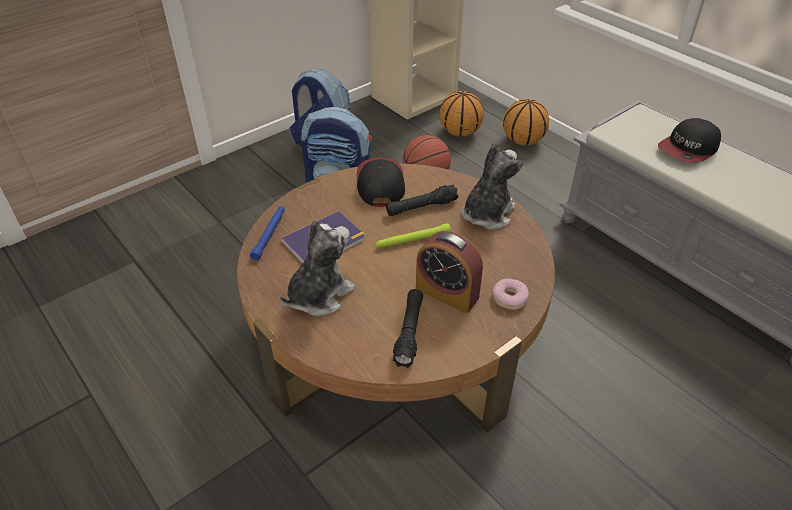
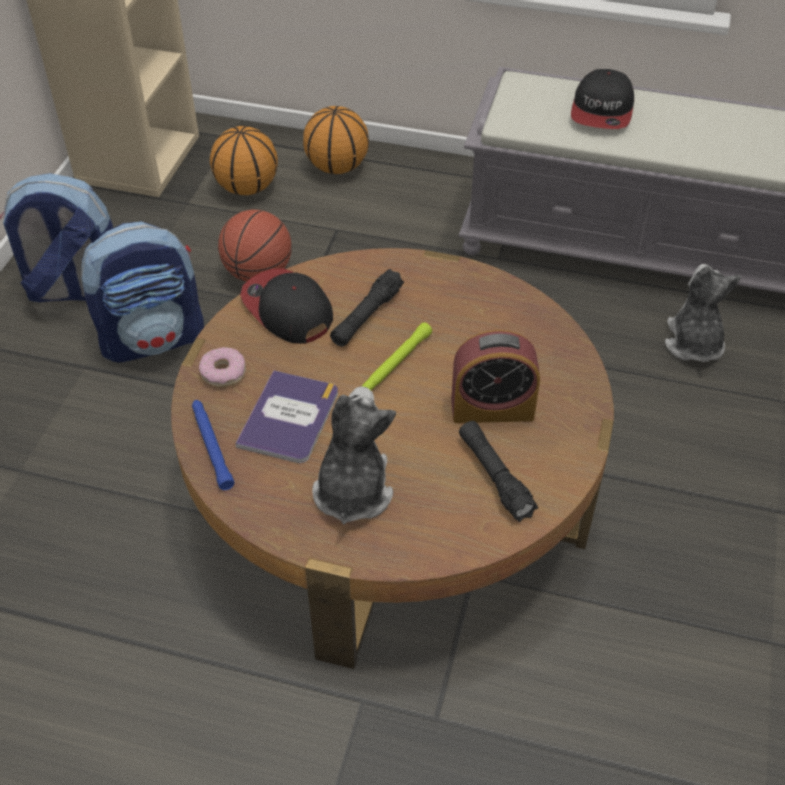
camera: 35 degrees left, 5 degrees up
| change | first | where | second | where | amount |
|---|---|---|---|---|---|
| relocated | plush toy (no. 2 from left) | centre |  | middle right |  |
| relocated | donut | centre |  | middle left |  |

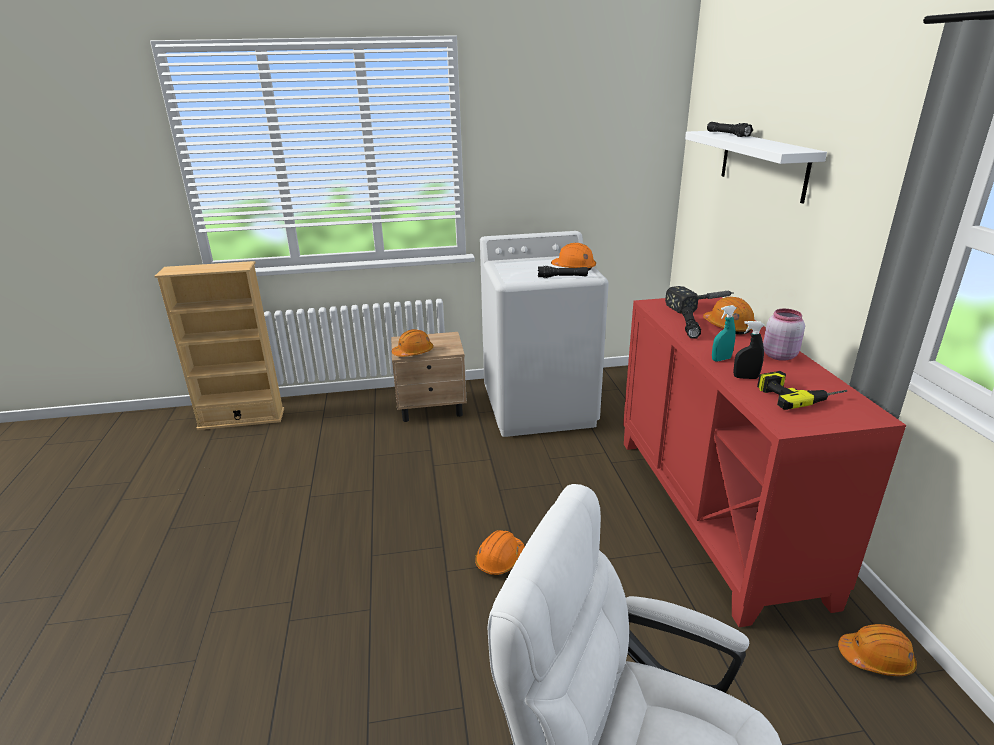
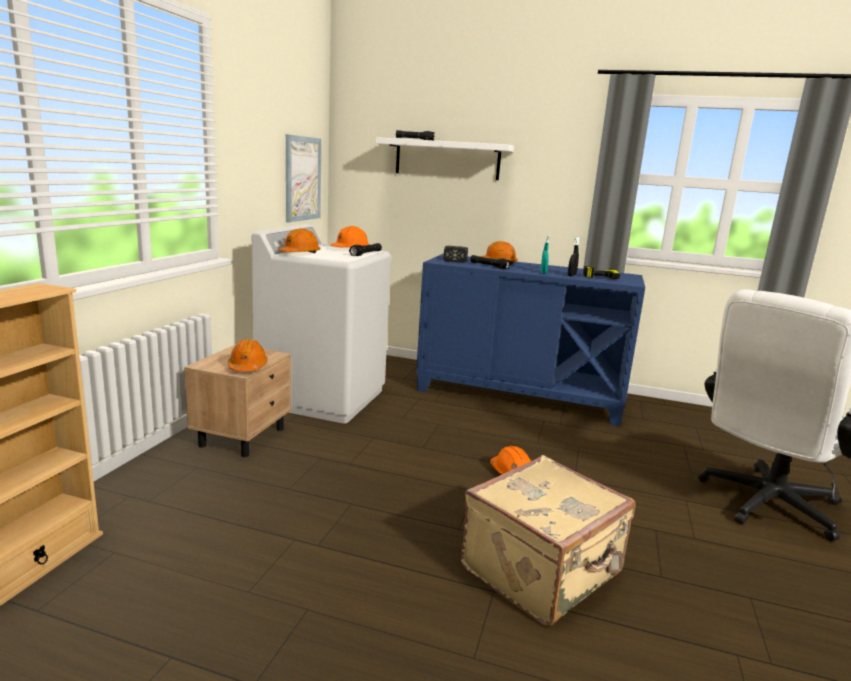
camera: 65 degrees left, 10 degrees down
| change | first | where | second | where | amount |
|---|---|---|---|---|---|
| colour | cabinet/red | middle right | cabinet/blue | centre |  |
| missing | jar/pink | middle right |  |  |  |
| relocated | hard hat/orange (no. 5 from left in the first image) | bottom right | hard hat/orange (no. 2 from left) | centre |  |
| appeared |  |  | picture | top centre |  |
| appeared |  |  | suitcase/beige | bottom centre |  |

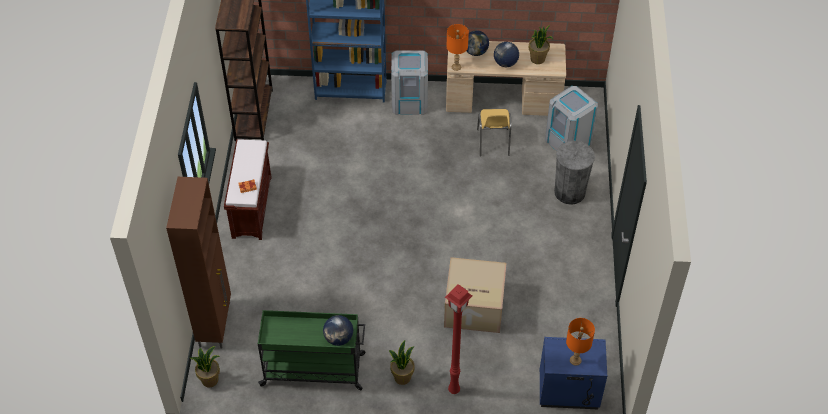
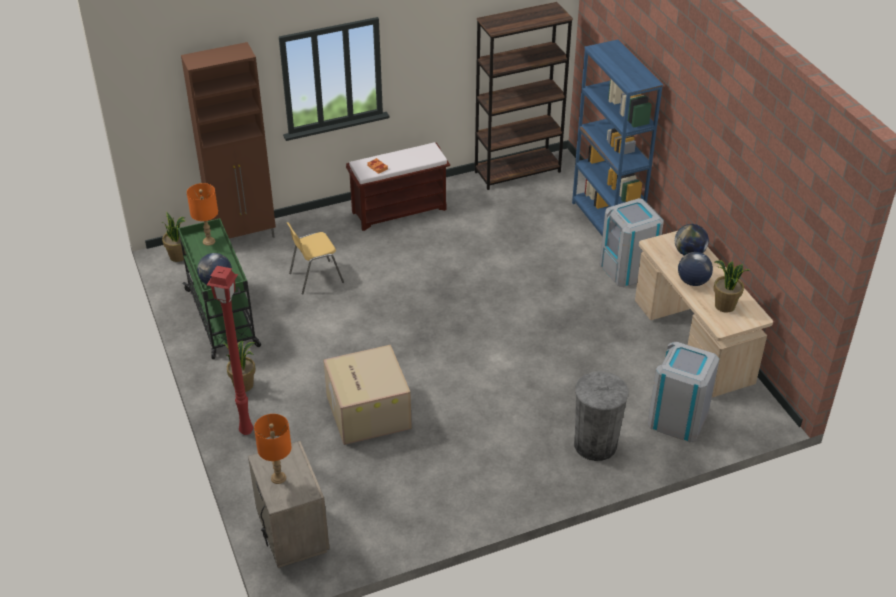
camera: 65 degrees right, 10 degrees down
| change | first | where | second | where | amount |
|---|---|---|---|---|---|
| relocated | table lamp/orange (no. 1 from left) | top centre |  | middle left |  |
| relocated | chair/yellow | top centre |  | centre |  |
| colour | nightstand/blue | bottom right | nightstand/beige | bottom left |  |

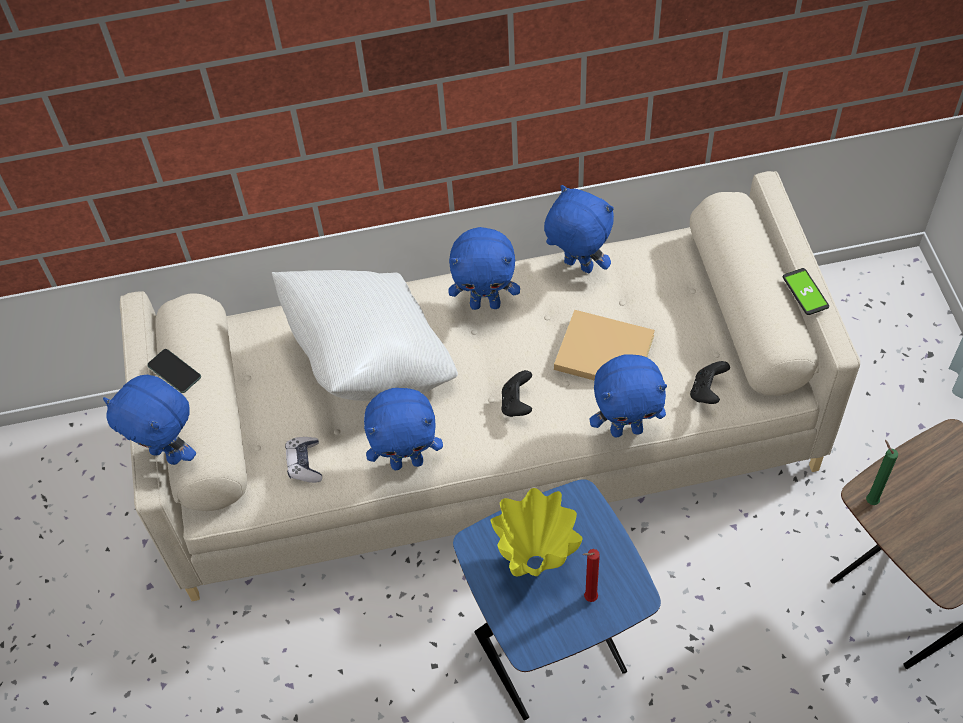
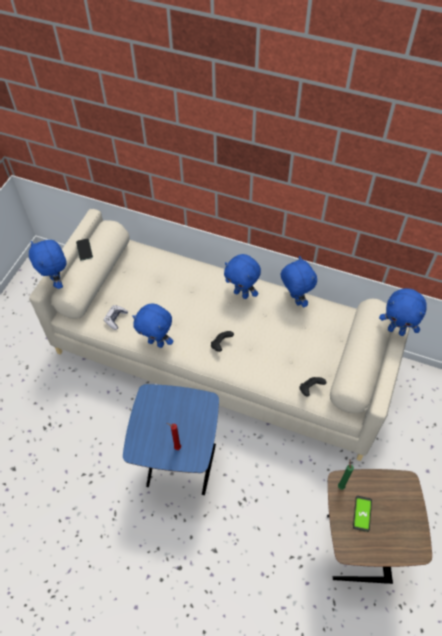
camera: 30 degrees right, 0 degrees up
| change | first | where | second | where | amount |
|---|---|---|---|---|---|
| relocated | phone (no. 2 from left) | middle right |  | bottom right |  |
| missing | pillow/white | centre |  |  |  |
| missing | book/beige | centre |  |  |  |
| relocated | plush toy/blue (no. 5 from left) | centre |  | middle right |  |
| missing | vase/yellow | bottom centre |  |  |  |

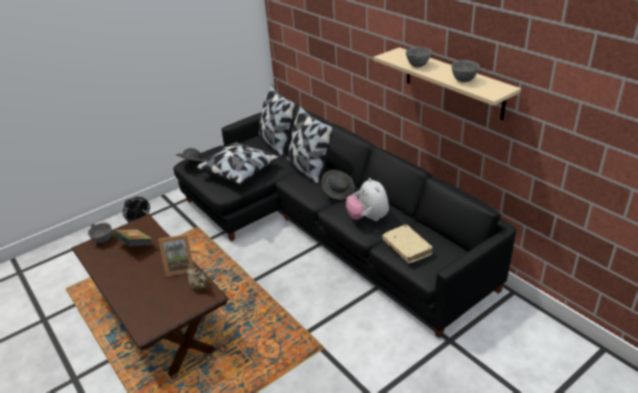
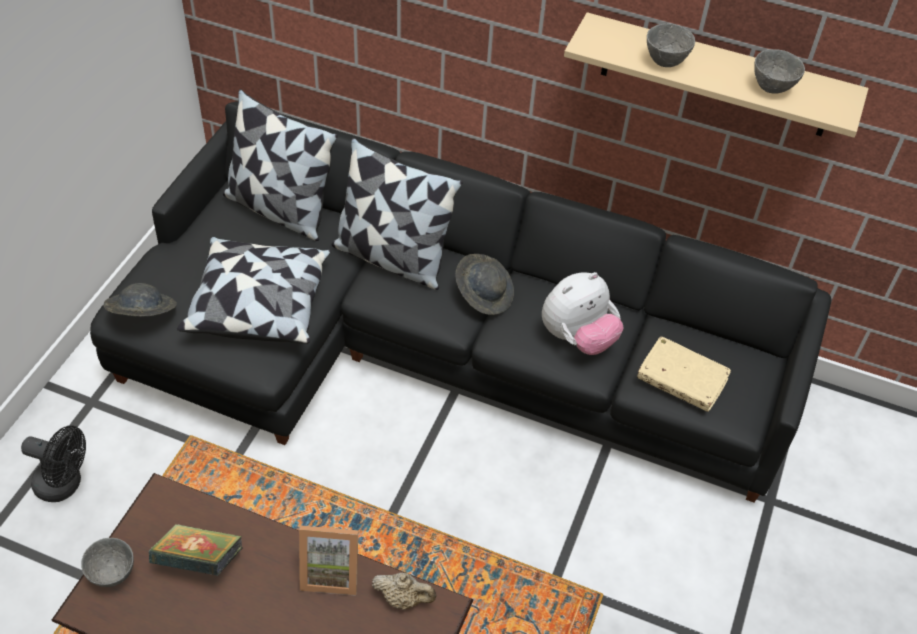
camera: 35 degrees left, 15 degrees up
| change | first | where | second | where | amount |
|---|---|---|---|---|---|
| spun | plush toy | centre |  | centre | 75 degrees counterclockwise |
| spun | picture frame | middle left |  | bottom centre | 45 degrees clockwise |

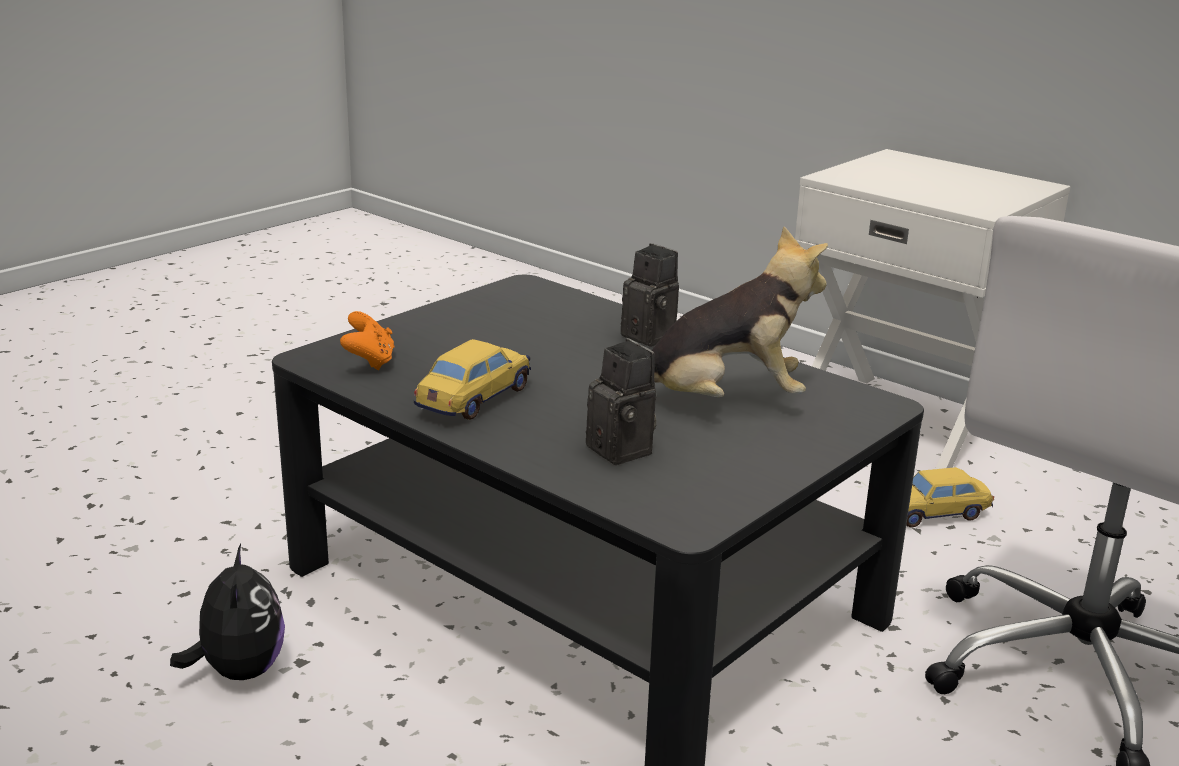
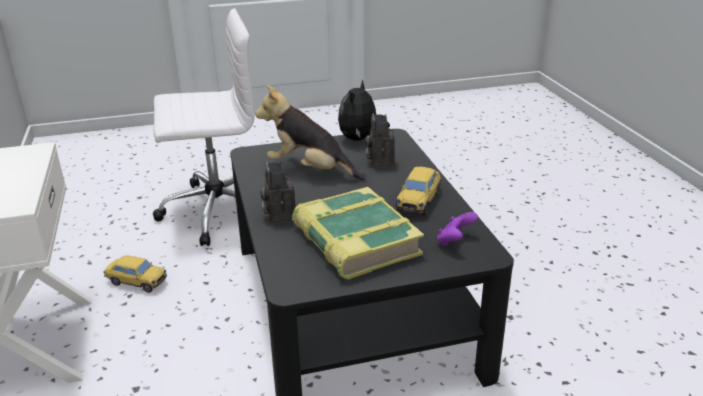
camera: 145 degrees left, 5 degrees up
| change | first | where | second | where | amount |
|---|---|---|---|---|---|
| colour | game controller/orange | middle left | game controller/purple | centre |  |
| spun | toy car (no. 1 from left in the first image) | centre | toy car (no. 2 from left) | centre | 45 degrees counterclockwise |
| relocated | plush toy (no. 1 from left in the first image) | bottom left | plush toy (no. 2 from left) | top centre |  |
| appeared |  |  | book | centre |  |

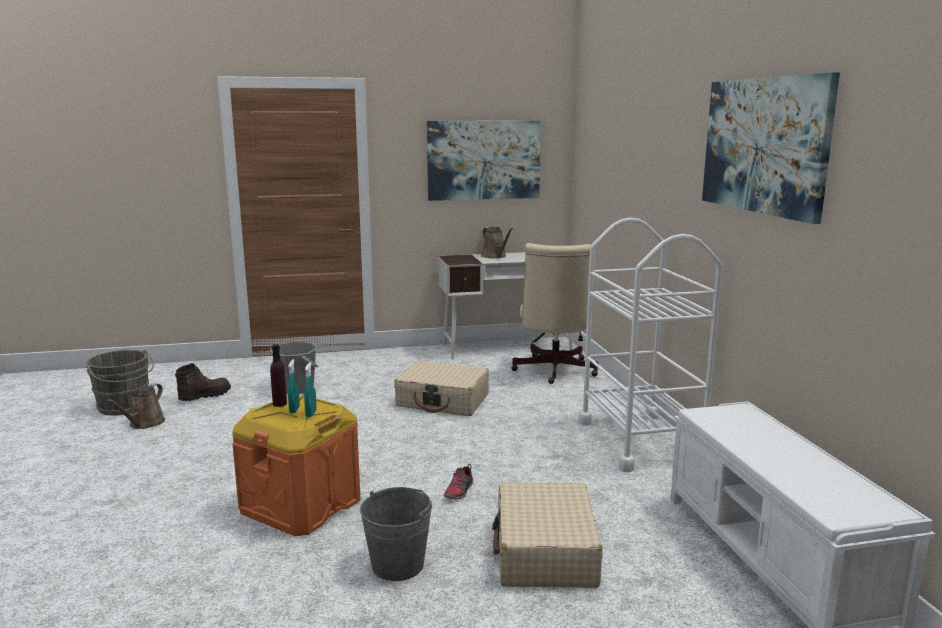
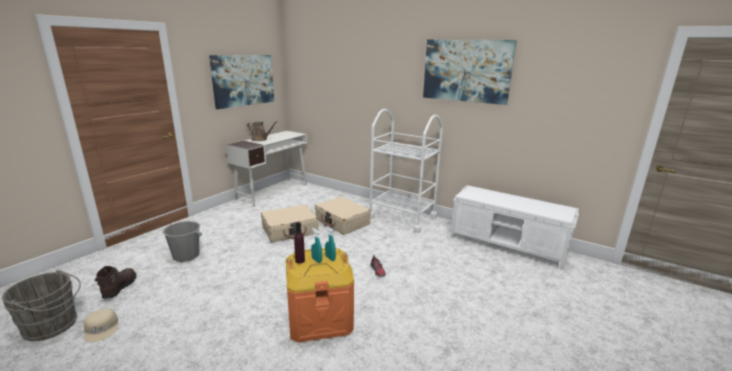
camera: 45 degrees left, 5 degrees up
| change | first | where | second | where | amount |
|---|---|---|---|---|---|
| missing | office chair/beige | centre |  |  |  |
| exchanged | watering can/brown (no. 1 from left) | middle left | cap/beige | bottom left |  |
| relocated | suitcase/beige (no. 2 from left) | bottom centre |  | centre |  |
| missing | bucket/grey (no. 3 from left) | bottom centre |  |  |  |

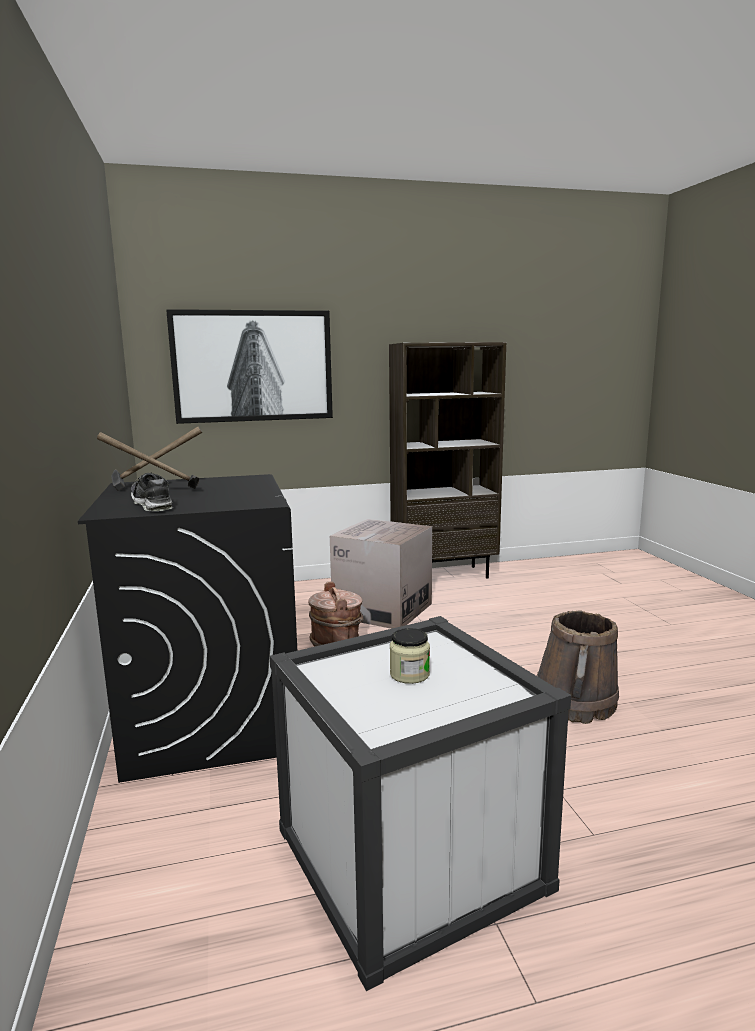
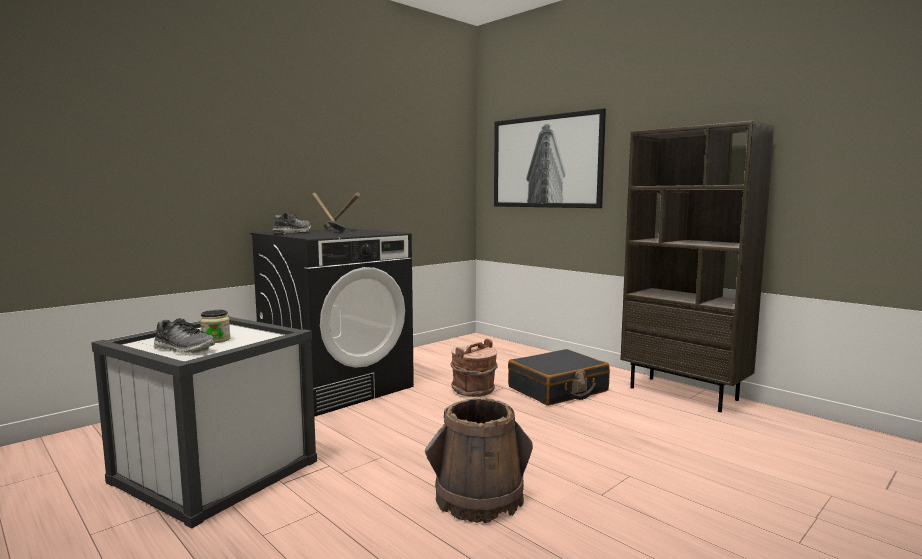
camera: 60 degrees right, 5 degrees down
| change | first | where | second | where | amount |
|---|---|---|---|---|---|
| exchanged | cardboard box | centre | suitcase/black | bottom centre |  |
| appeared |  |  | shoe (no. 1 from left) | middle left |  |

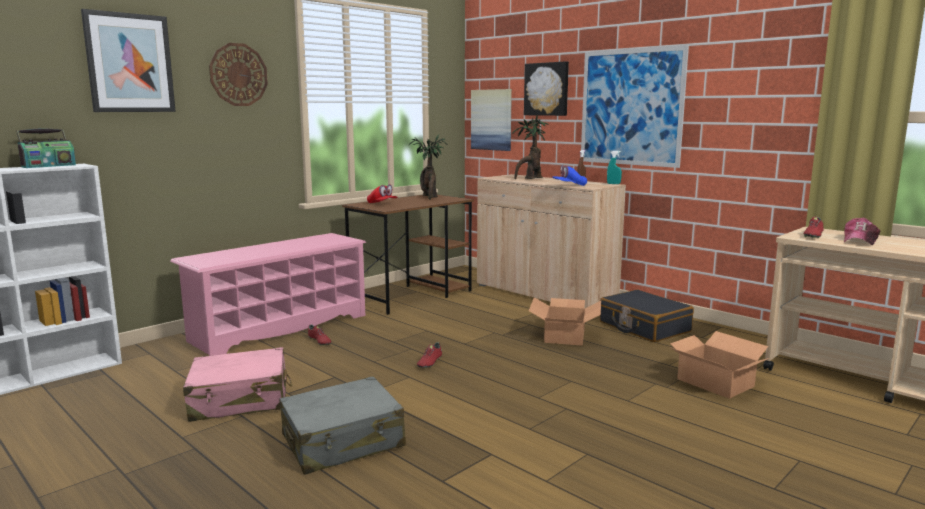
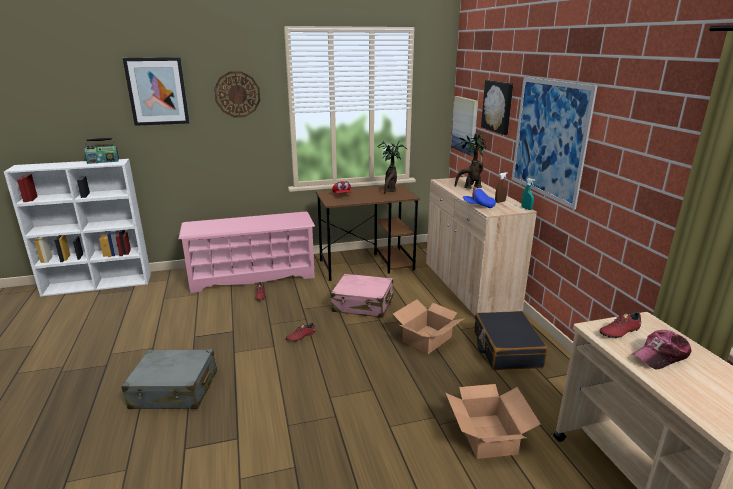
camera: 30 degrees right, 10 degrees up
| change | first | where | second | where | amount |
|---|---|---|---|---|---|
| relocated | suitcase/pink | bottom left |  | centre |  |

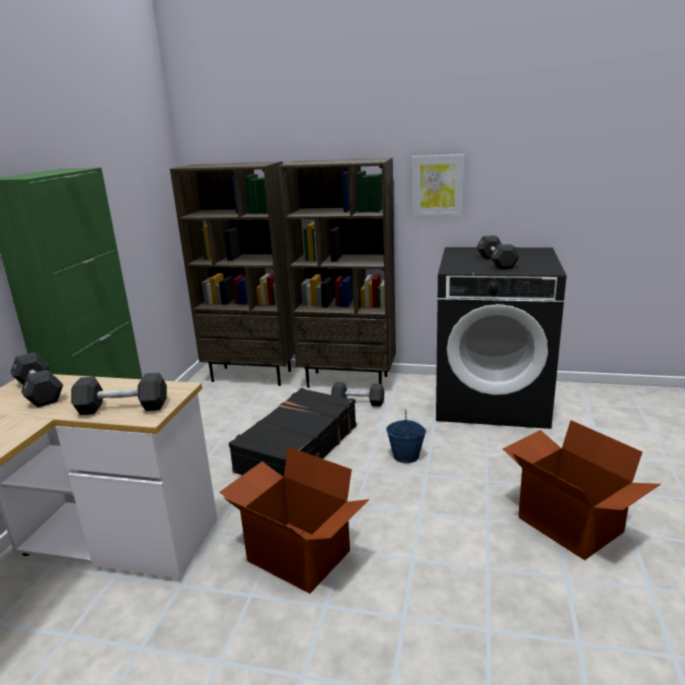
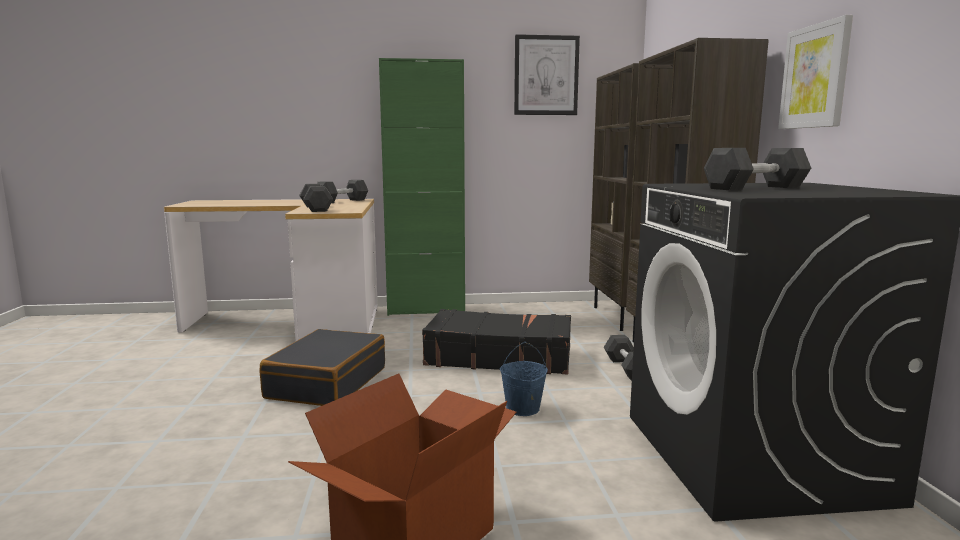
camera: 70 degrees right, 10 degrees down
| change | first | where | second | where | amount |
|---|---|---|---|---|---|
| exchanged | cardboard box (no. 1 from left) | bottom centre | suitcase/black (no. 1 from left) | bottom centre |  |
| appeared |  |  | picture (no. 1 from left) | top centre |  |

